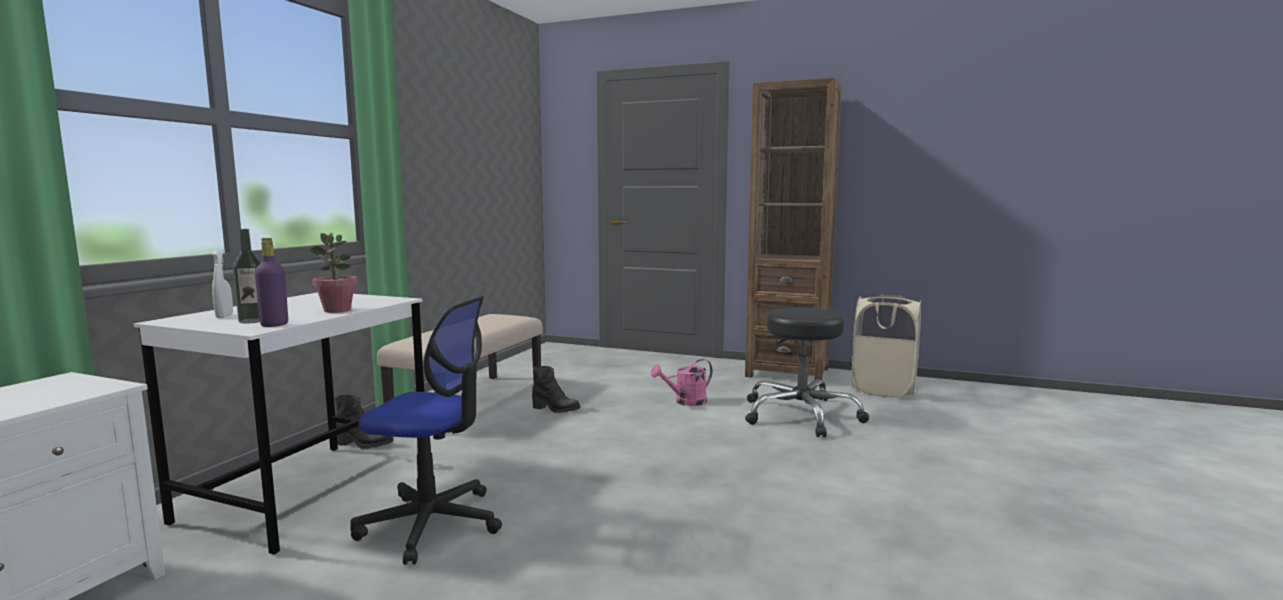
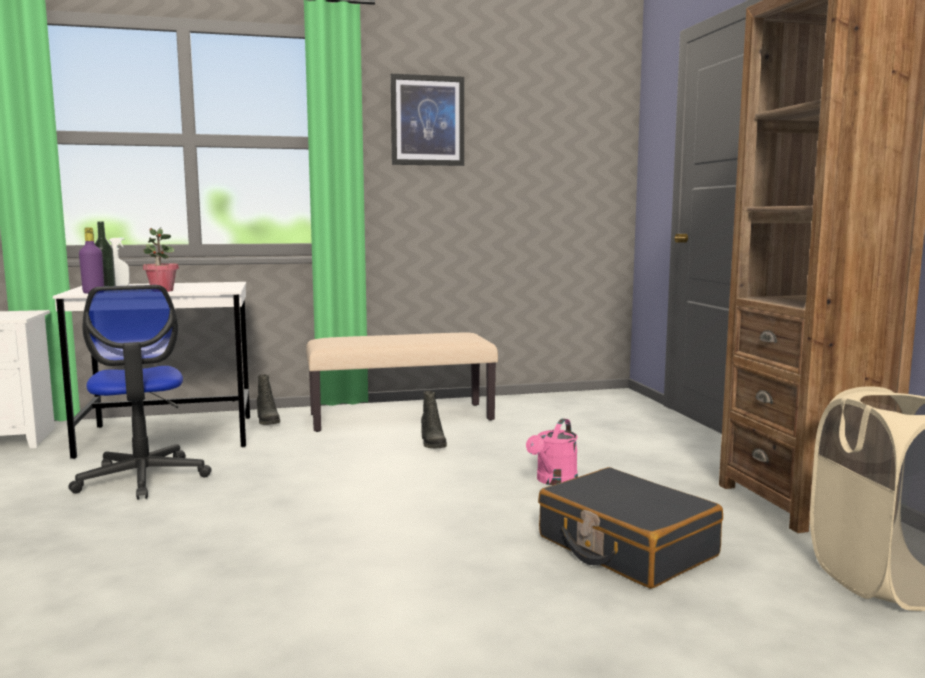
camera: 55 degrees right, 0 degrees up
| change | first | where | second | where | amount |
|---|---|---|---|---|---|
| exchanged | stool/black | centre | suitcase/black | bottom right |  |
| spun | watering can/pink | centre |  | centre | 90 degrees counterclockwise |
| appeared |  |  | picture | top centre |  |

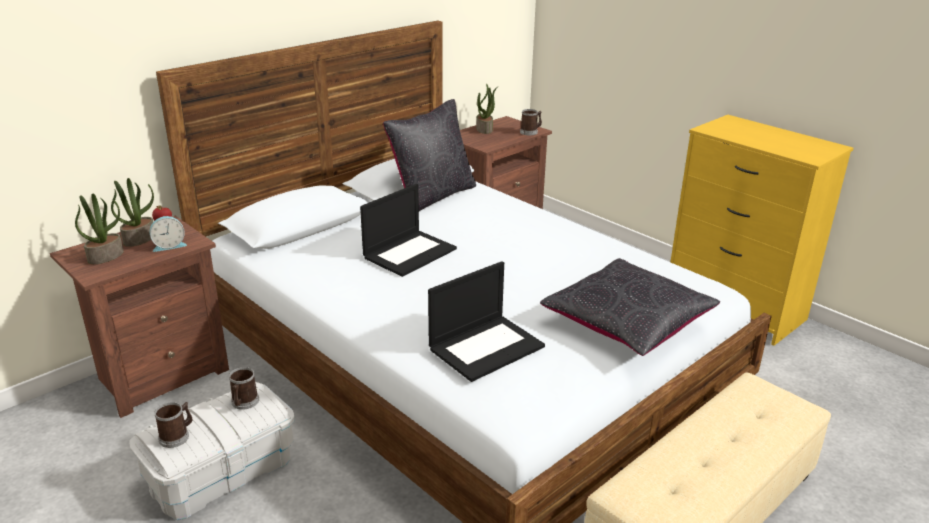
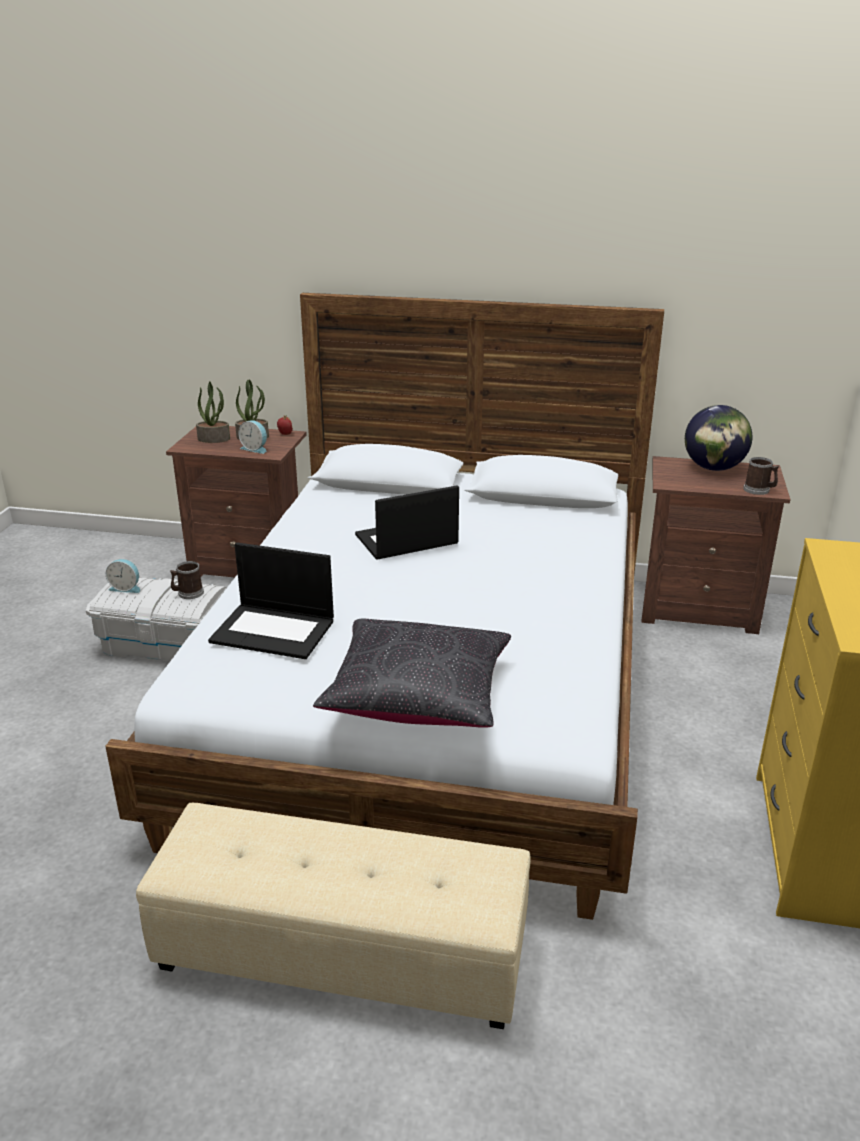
camera: 55 degrees right, 0 degrees up
| change | first | where | second | where | amount |
|---|---|---|---|---|---|
| exchanged | potted plant (no. 3 from left) | top centre | globe | middle right |  |
| missing | pillow/black (no. 1 from left) | top centre |  |  |  |
| spun | laptop (no. 1 from left in the first image) | centre | laptop (no. 2 from left) | centre | 150 degrees clockwise |
| exchanged | mug (no. 1 from left) | bottom left | alarm clock (no. 1 from left) | middle left |  |

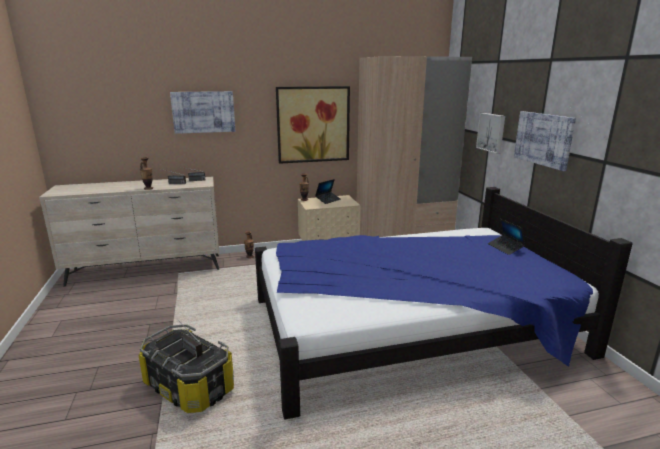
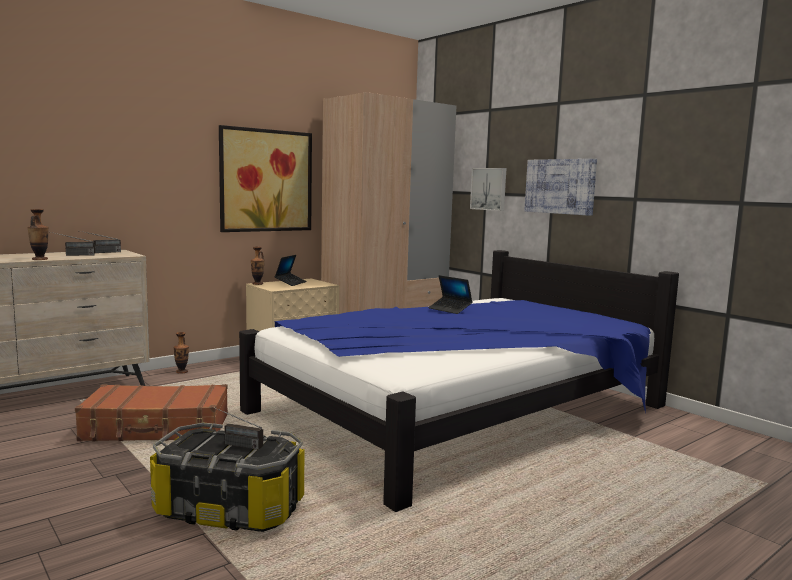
camera: 25 degrees left, 10 degrees down
| change | first | where | second | where | amount |
|---|---|---|---|---|---|
| missing | picture (no. 1 from left) | top left |  |  |  |
| relocated | laptop (no. 2 from left) | middle right |  | centre |  |
| appeared |  |  | suitcase/brown | bottom left |  |

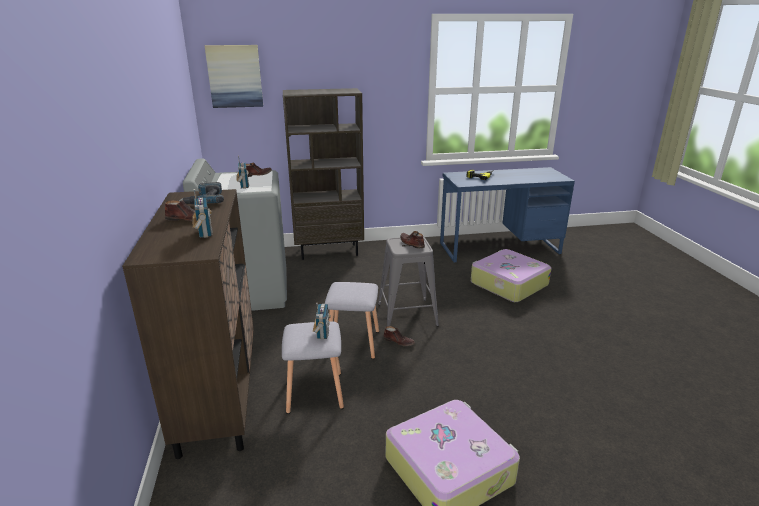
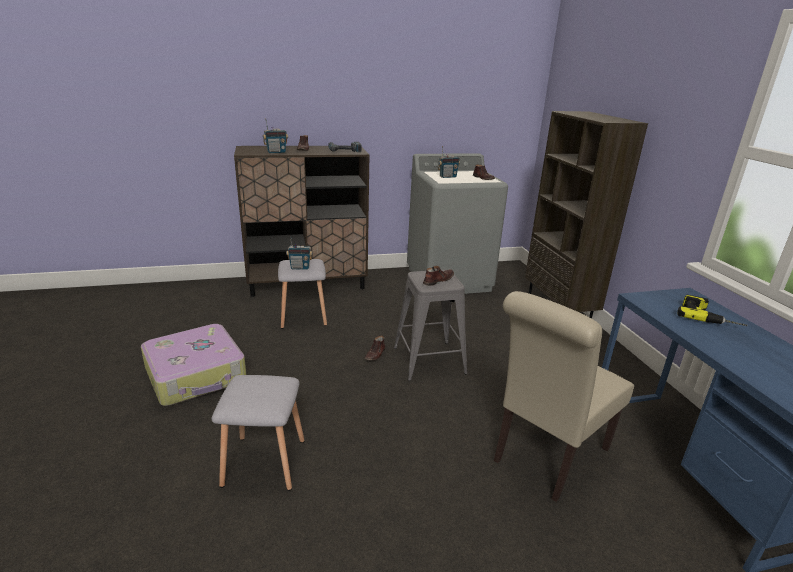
camera: 85 degrees right, 0 degrees up
| change | first | where | second | where | amount |
|---|---|---|---|---|---|
| missing | picture | top left |  |  |  |
| exchanged | suitcase (no. 2 from left) | middle right | chair/beige | bottom right |  |
| relocated | stool/grey (no. 2 from left in the first image) | centre | stool/grey (no. 1 from left) | bottom left |  |

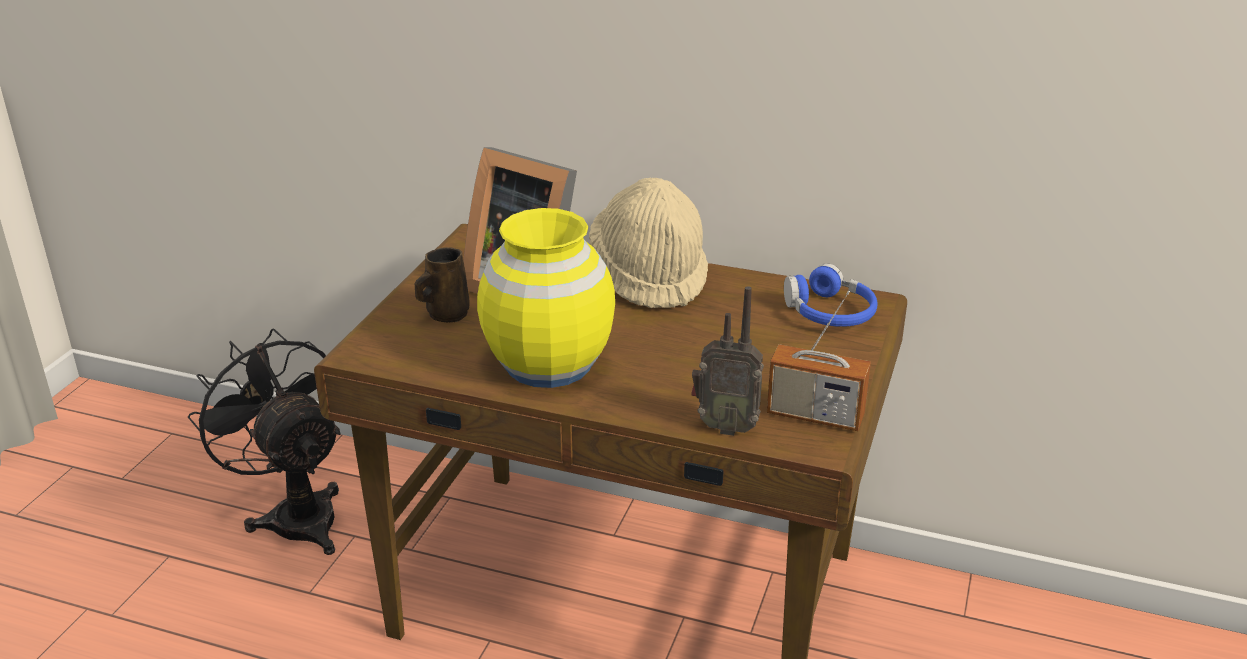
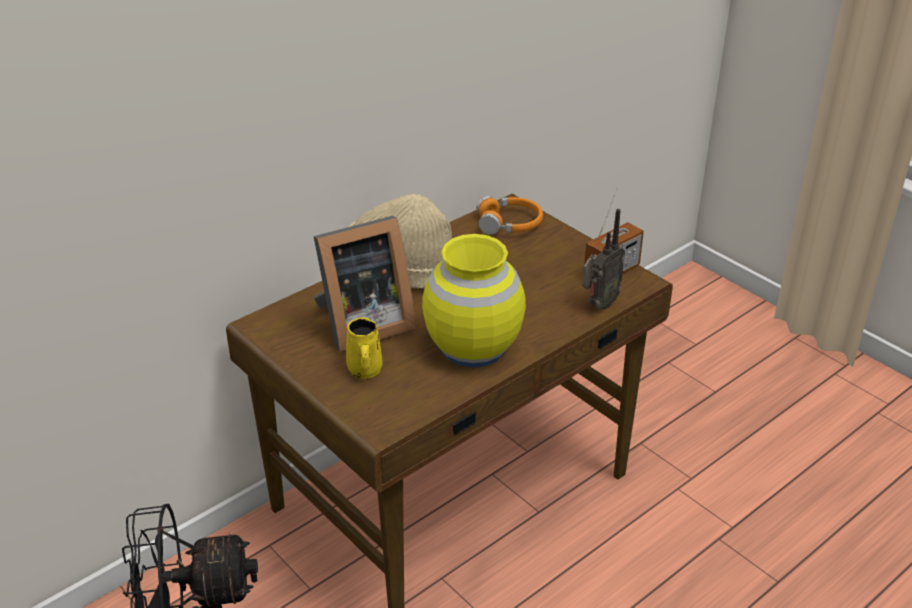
camera: 60 degrees left, 5 degrees up
| change | first | where | second | where | amount |
|---|---|---|---|---|---|
| colour | mug/brown | centre | mug/yellow | centre |  |
| colour | headphones/blue | centre | headphones/orange | centre |  |

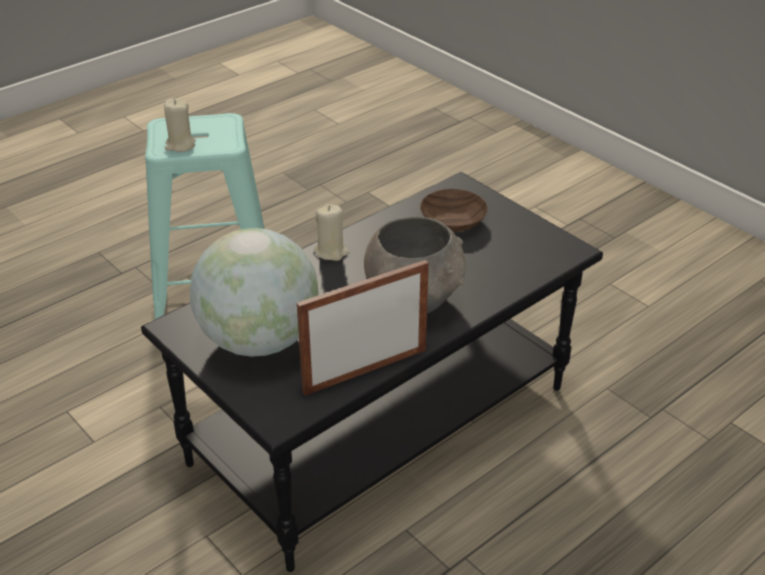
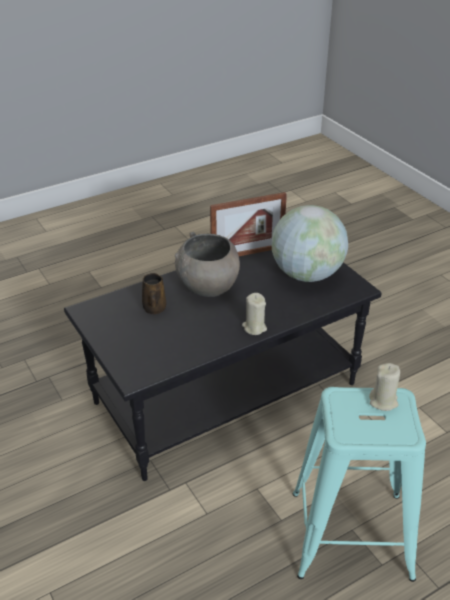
camera: 170 degrees left, 0 degrees up
| change | first | where | second | where | amount |
|---|---|---|---|---|---|
| missing | bowl/brown | centre |  |  |  |
| appeared |  |  | mug/brown | centre |  |

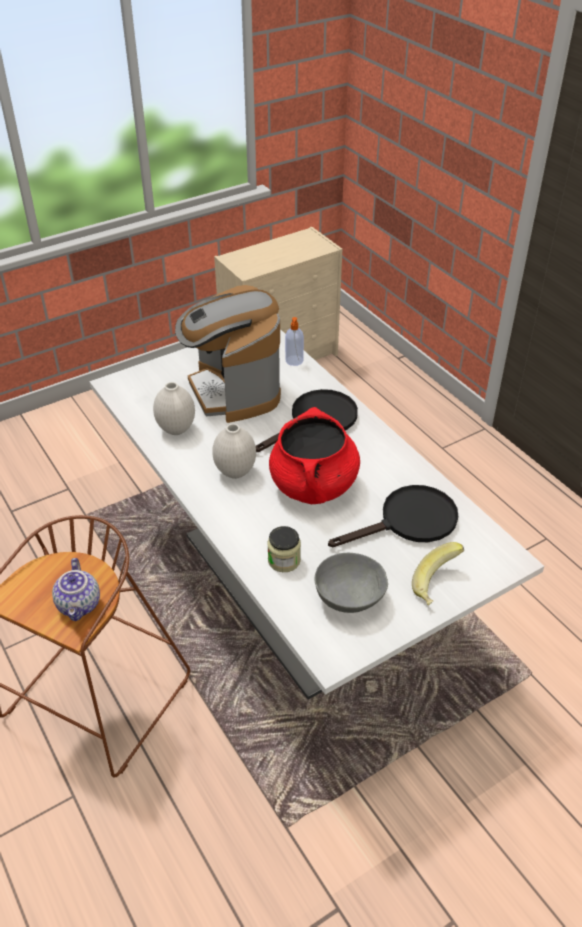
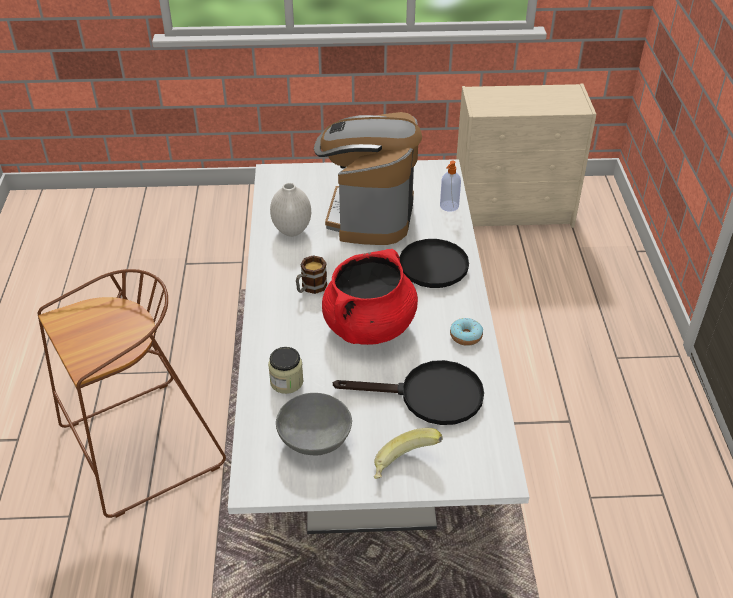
camera: 30 degrees right, 0 degrees up
| change | first | where | second | where | amount |
|---|---|---|---|---|---|
| exchanged | vase/white (no. 2 from left) | centre | mug | centre |  |
| missing | teapot | middle left |  |  |  |
| appeared |  |  | donut | centre |  |

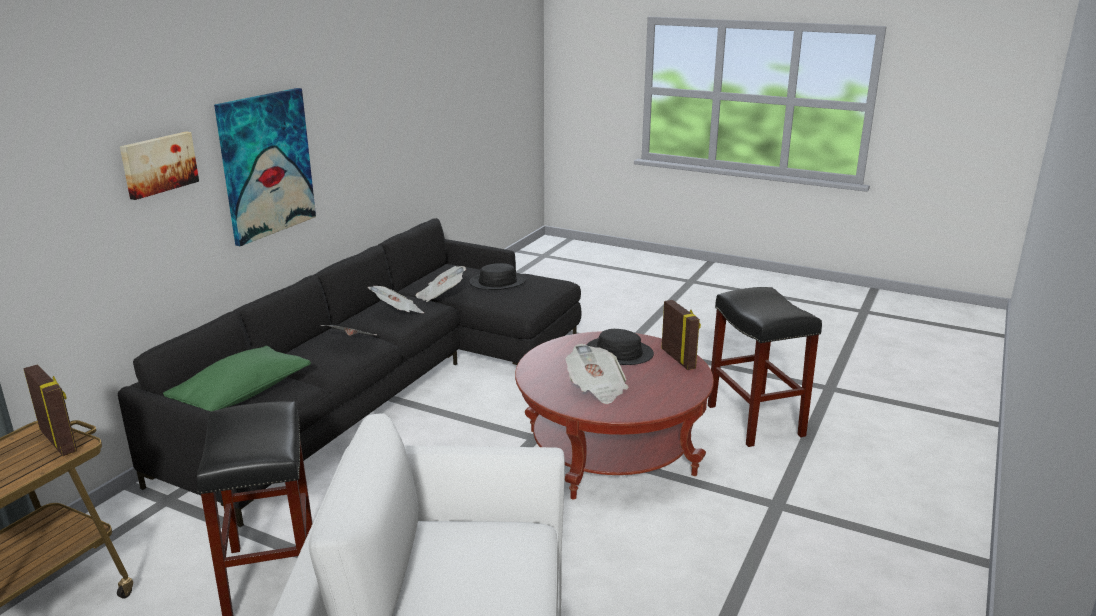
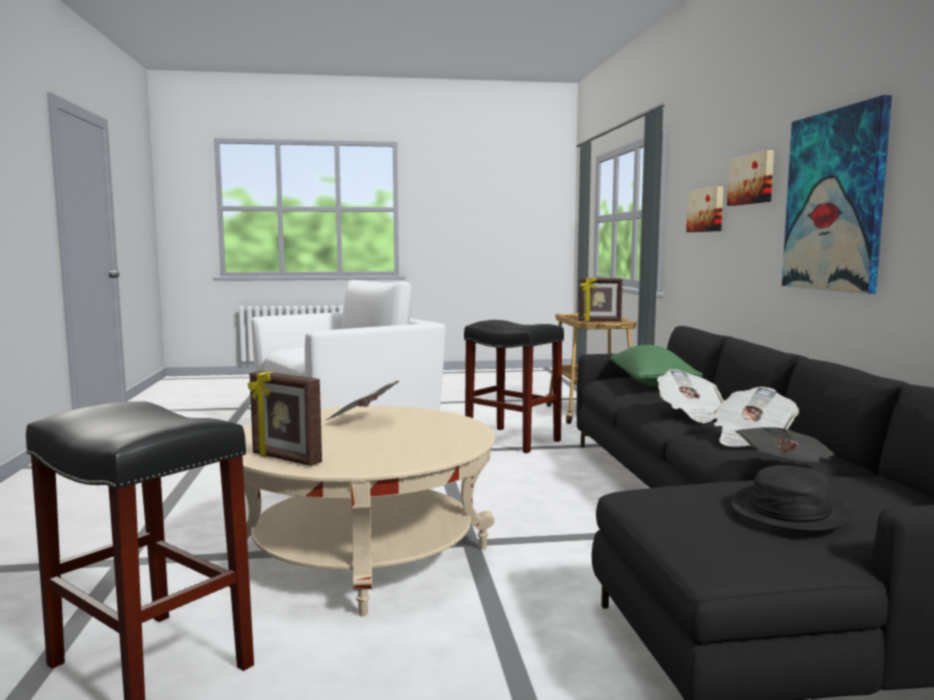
camera: 145 degrees right, 15 degrees down
| change | first | where | second | where | amount |
|---|---|---|---|---|---|
| missing | hat/black (no. 2 from left) | centre |  |  |  |
| colour | coffee table/red | bottom centre | coffee table/beige | bottom centre |  |
| appeared |  |  | picture (no. 1 from left) | top right |  |

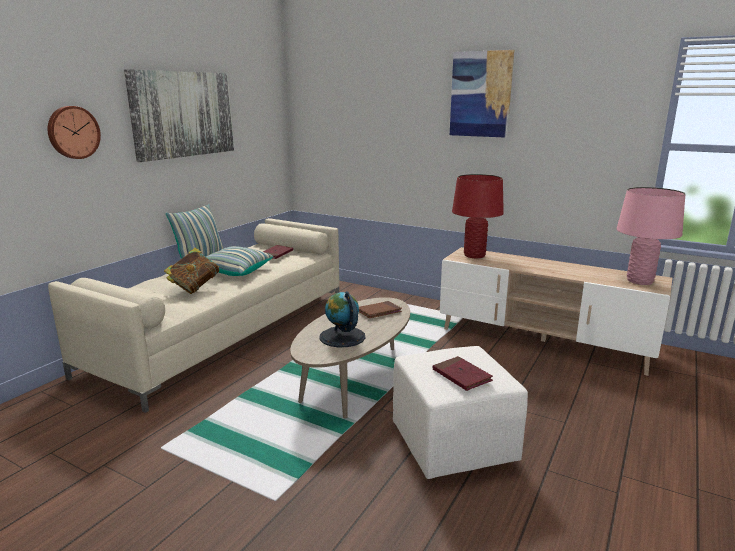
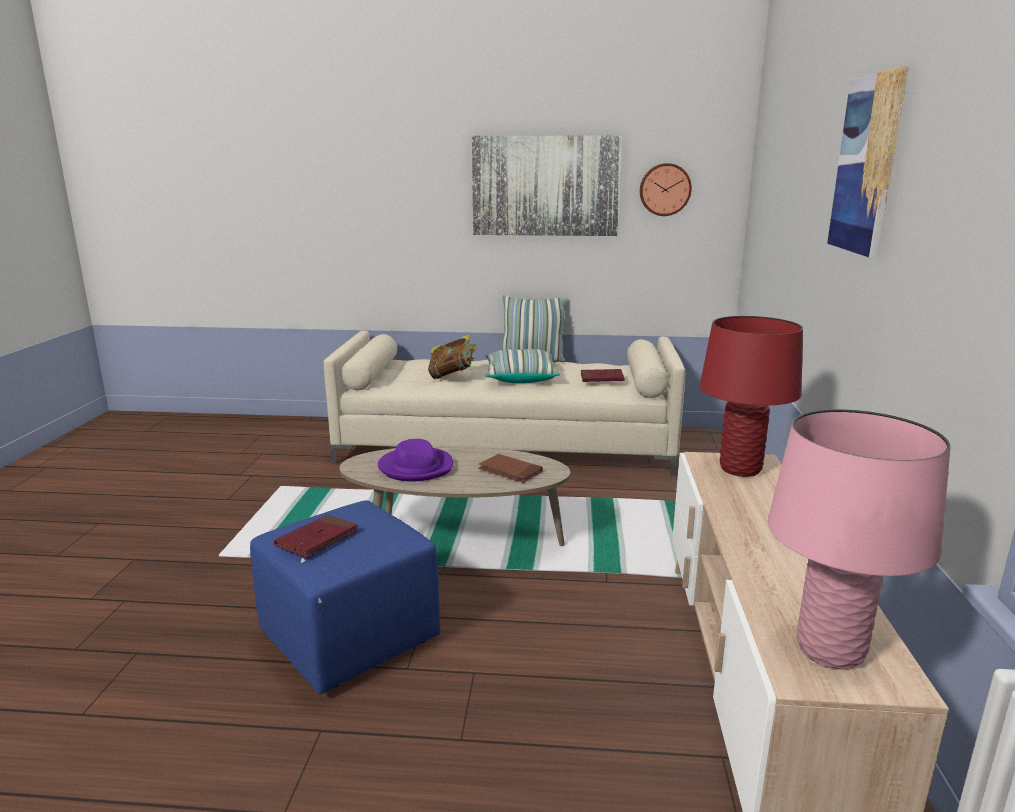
camera: 65 degrees right, 0 degrees up
| change | first | where | second | where | amount |
|---|---|---|---|---|---|
| relocated | wall clock | top left |  | top centre |  |
| exchanged | globe | centre | hat/purple | centre |  |
| colour | ottoman/white | bottom centre | ottoman/blue | bottom centre |  |

